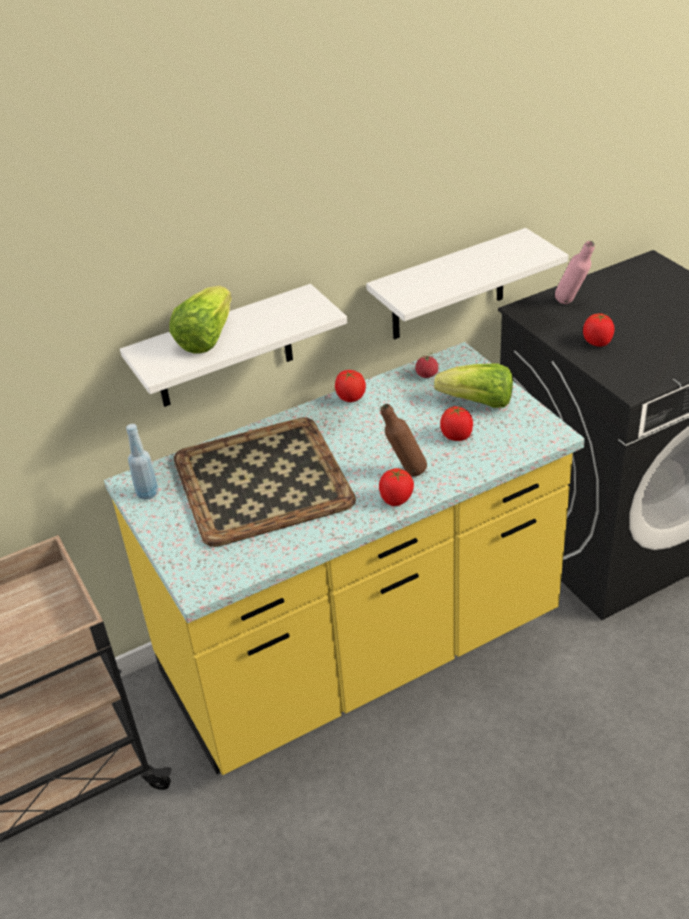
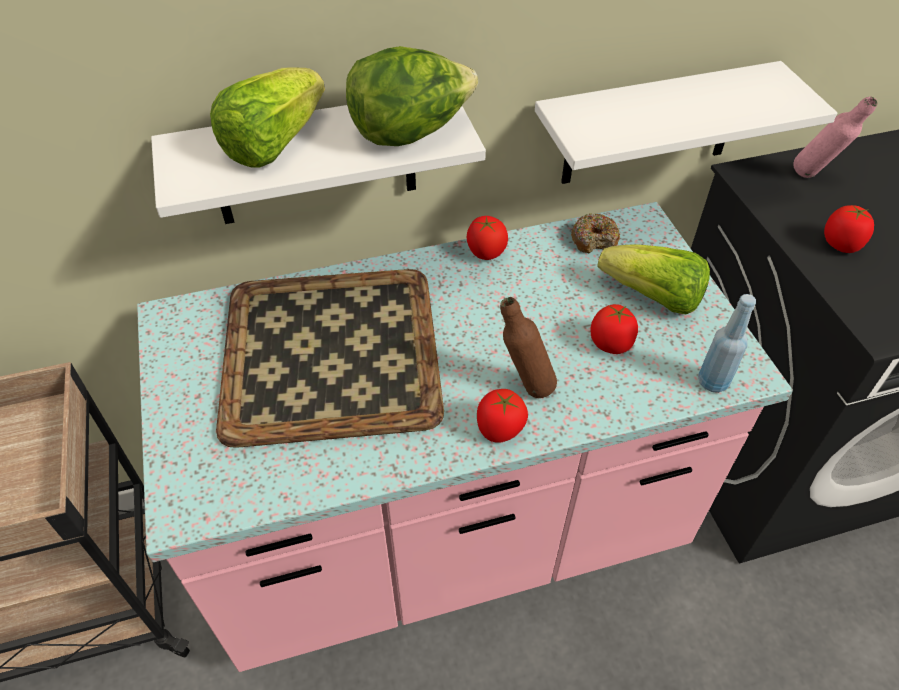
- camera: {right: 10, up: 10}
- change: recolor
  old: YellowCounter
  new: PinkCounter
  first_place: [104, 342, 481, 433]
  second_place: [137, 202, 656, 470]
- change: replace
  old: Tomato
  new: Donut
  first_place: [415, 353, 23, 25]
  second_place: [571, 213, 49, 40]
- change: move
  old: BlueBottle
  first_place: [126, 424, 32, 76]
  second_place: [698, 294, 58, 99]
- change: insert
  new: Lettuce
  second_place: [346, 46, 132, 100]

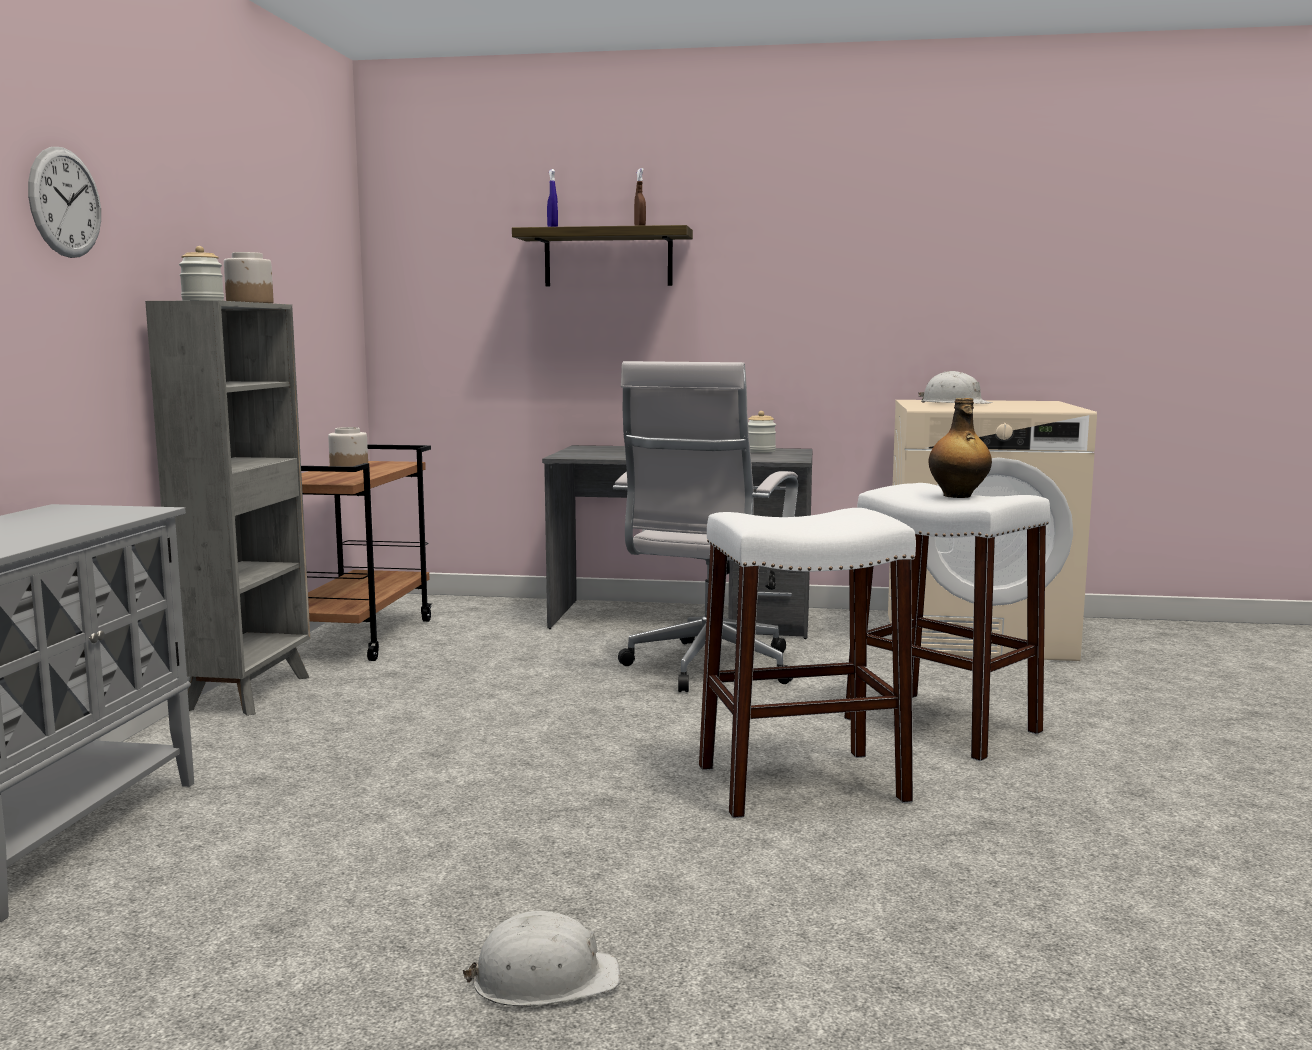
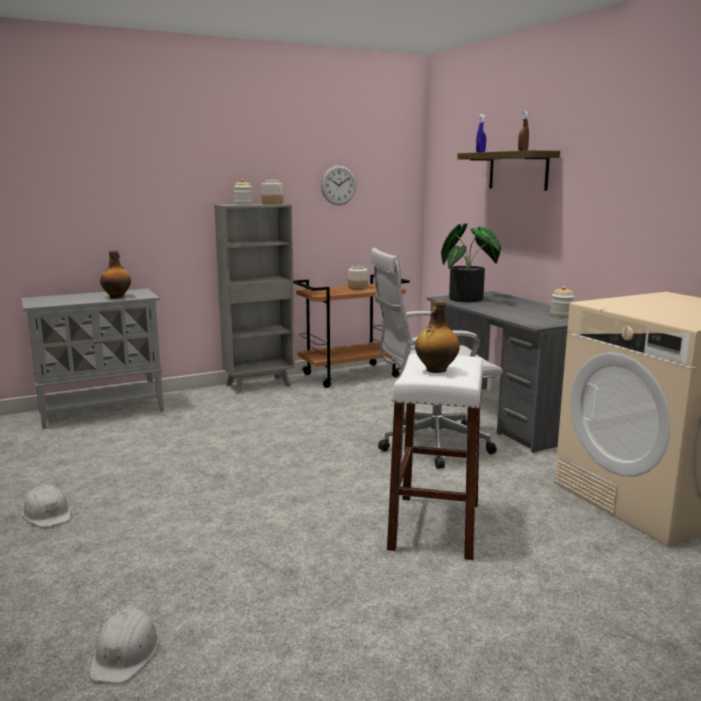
- camera: {right: 55, up: 5}
- change: move
  old: WallClock
  first_place: [28, 147, 73, 111]
  second_place: [321, 165, 35, 40]
- change: move
  old: WhiteHardHat
  first_place: [918, 371, 75, 33]
  second_place: [89, 608, 71, 75]
- change: delete
  old: WhiteStool
  first_place: [699, 508, 217, 310]
- change: insert
  new: PottedPlant
  second_place: [441, 223, 60, 79]
- change: insert
  new: Bottle
  second_place: [100, 250, 31, 49]

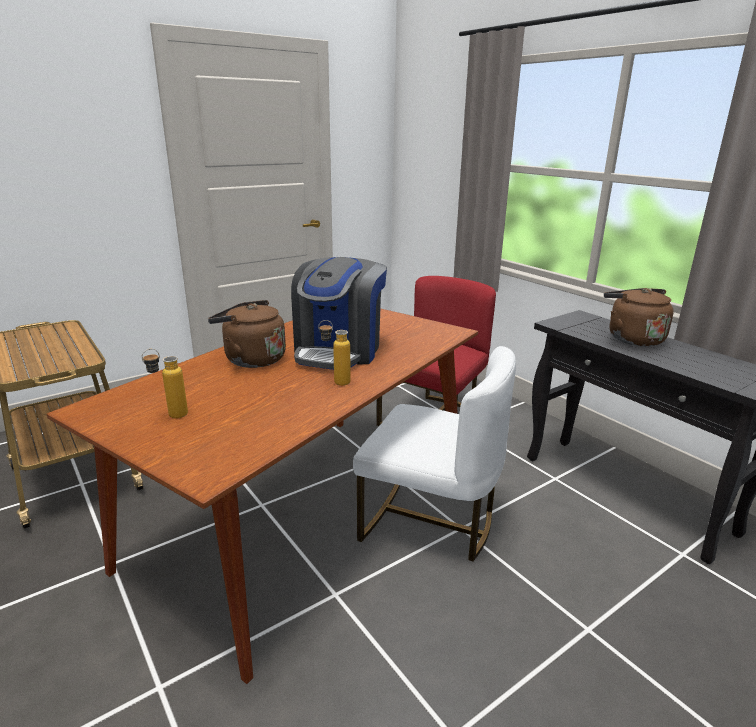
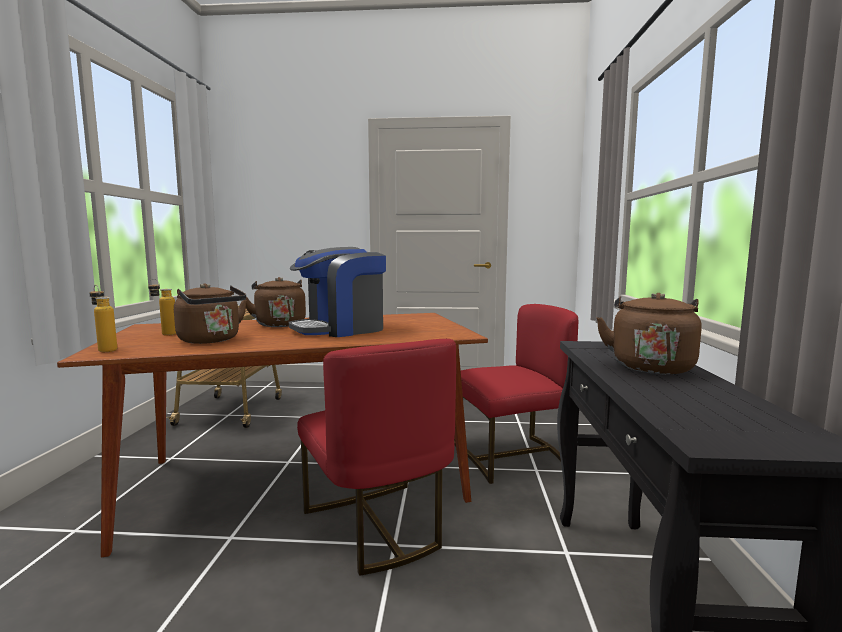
- camera: {right: 40, up: -15}
- change: move
  old: Bottle
  first_place: [318, 320, 33, 66]
  second_place: [89, 285, 28, 67]
- change: recolor
  old: WhiteChair
  new: RedChair
  first_place: [353, 346, 163, 215]
  second_place: [297, 339, 159, 237]
- change: insert
  new: BrownKettle
  second_place: [174, 283, 73, 61]

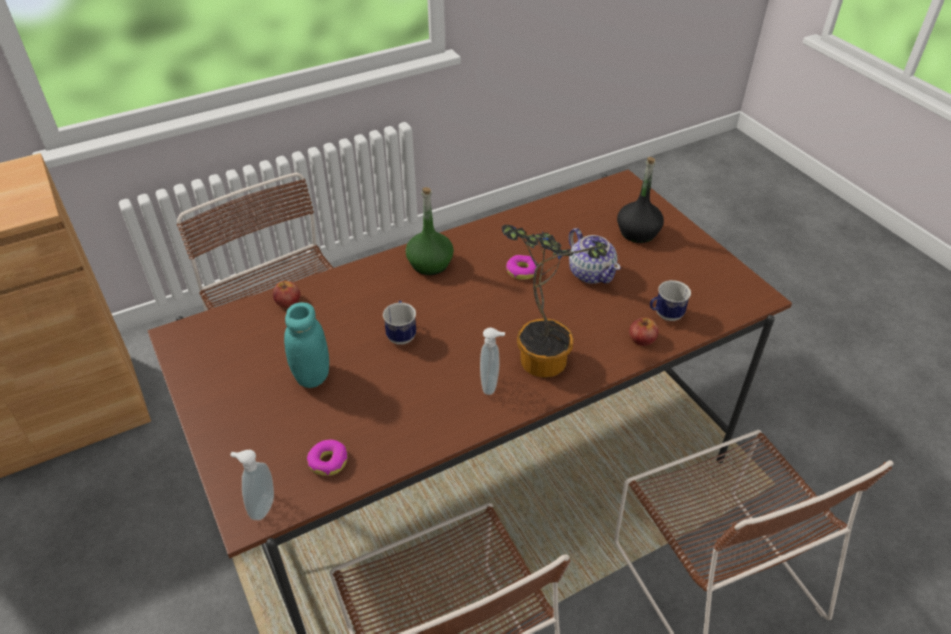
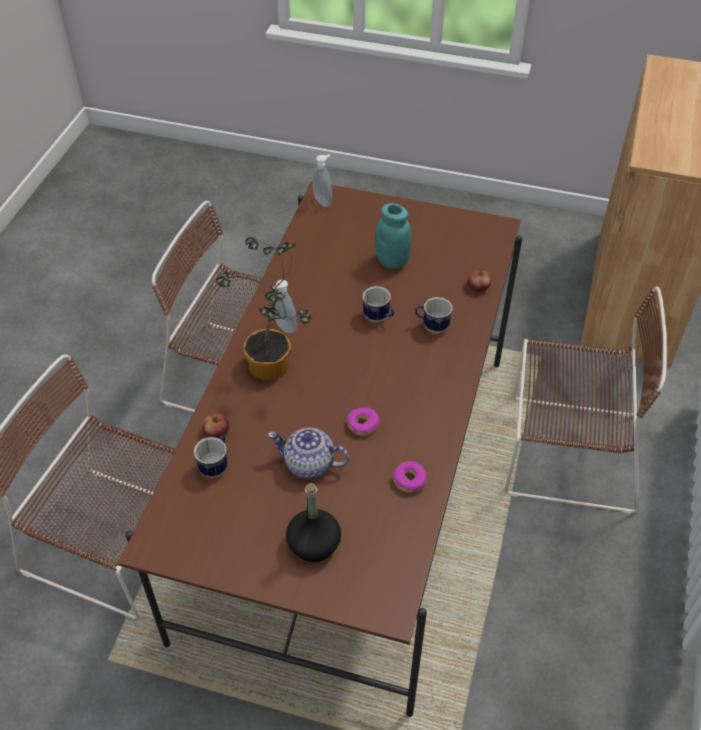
- camera: {right: 135, up: 5}
- change: delete
  old: GreenBottle
  first_place: [406, 187, 48, 88]
- change: move
  old: Donut
  first_place: [307, 439, 40, 37]
  second_place: [393, 461, 34, 32]
- change: insert
  new: Mug
  second_place: [415, 297, 37, 36]

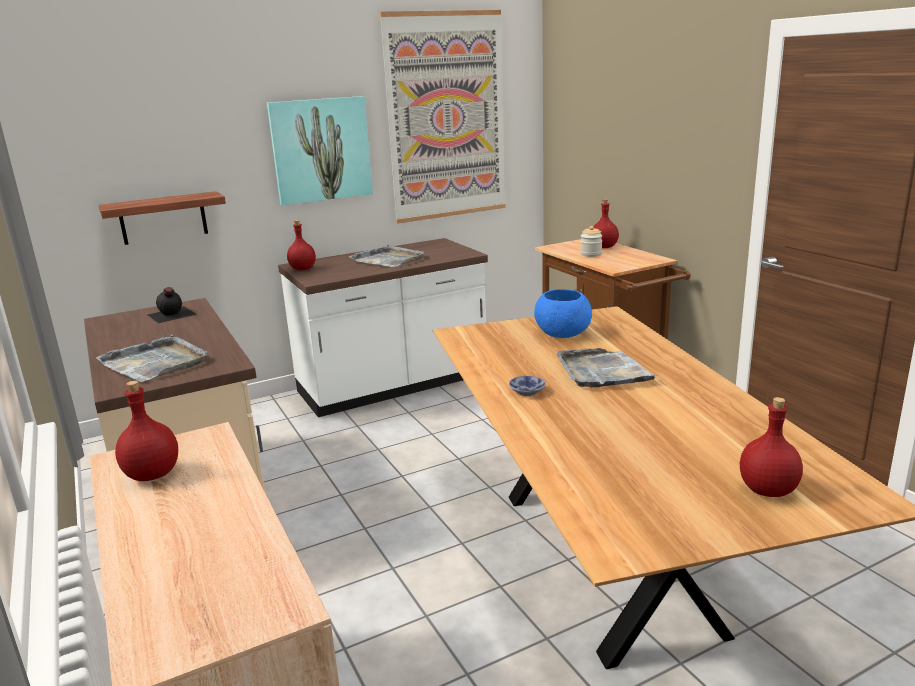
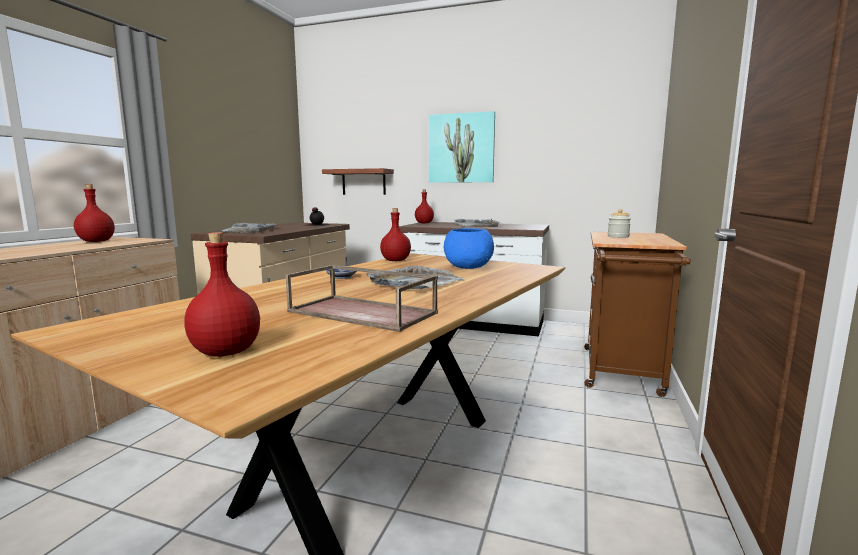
- camera: {right: 45, up: -10}
- change: delete
  old: Picture
  first_place: [380, 10, 126, 214]
- change: move
  old: RedBottle
  first_place: [593, 199, 26, 49]
  second_place: [380, 208, 31, 53]
- change: insert
  new: BrownTray
  second_place: [286, 265, 152, 67]

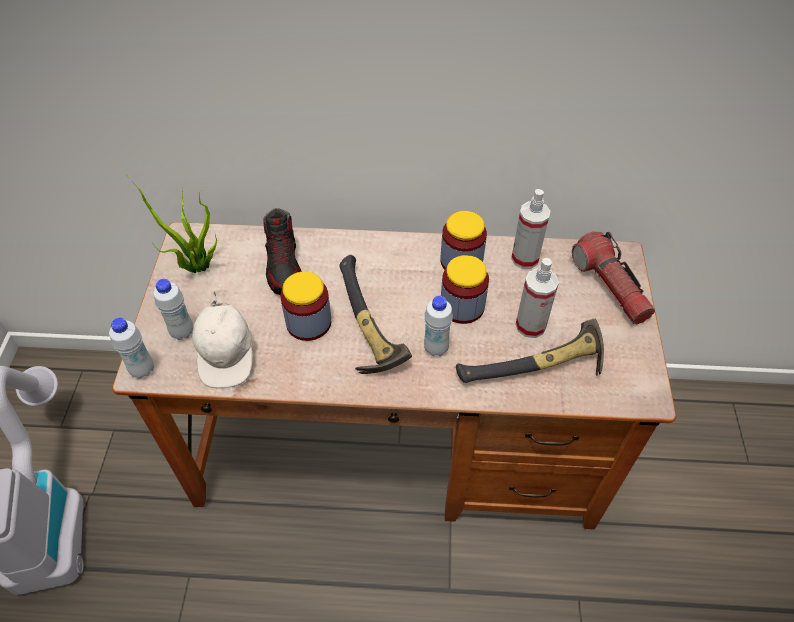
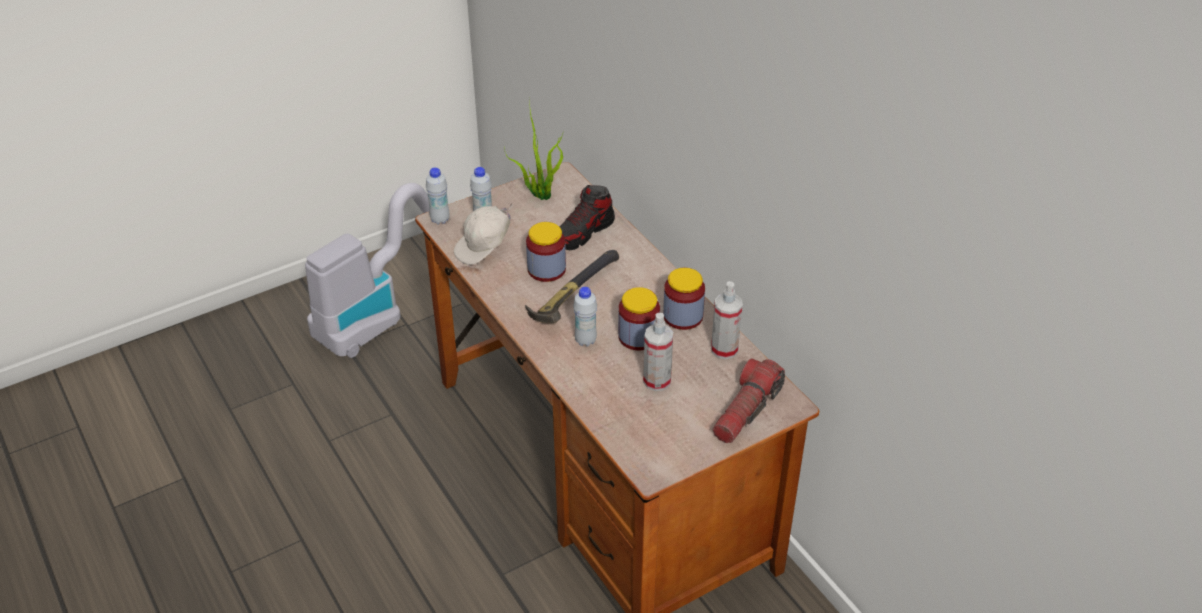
- camera: {right: 55, up: -10}
- change: delete
  old: Hammer
  first_place: [456, 319, 148, 64]

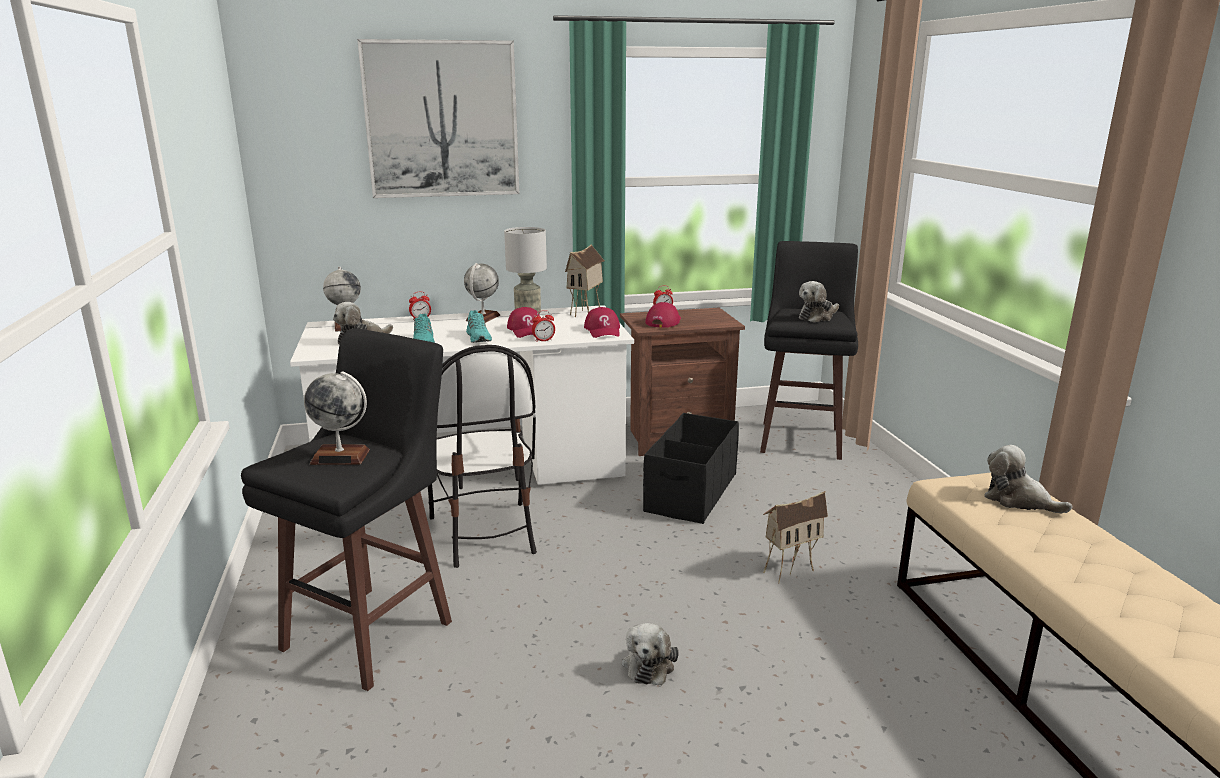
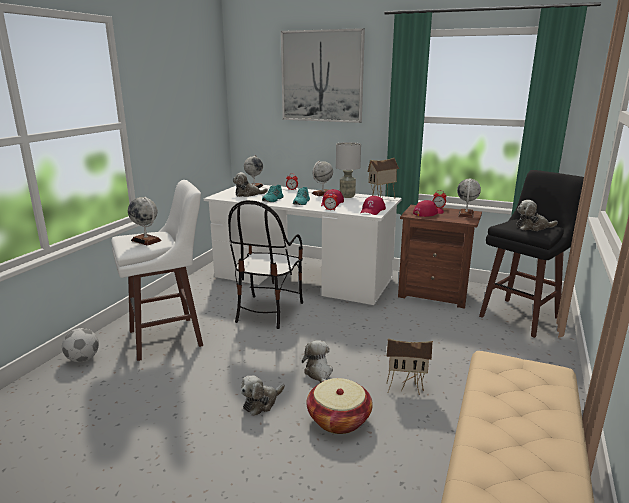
- camera: {right: 35, up: 0}
- change: recolor
  old: BlackStool
  new: WhiteStool
  first_place: [241, 328, 211, 363]
  second_place: [111, 180, 92, 181]
- change: delete
  old: BlackStorageBox
  first_place: [643, 413, 96, 111]
- change: move
  old: PlushToy
  first_place: [984, 445, 88, 68]
  second_place: [302, 340, 31, 43]
- change: insert
  new: Globe
  second_place: [457, 178, 24, 40]
- change: insert
  new: Football
  second_place: [62, 328, 37, 34]
- change: insert
  new: Basket
  second_place: [306, 378, 67, 56]

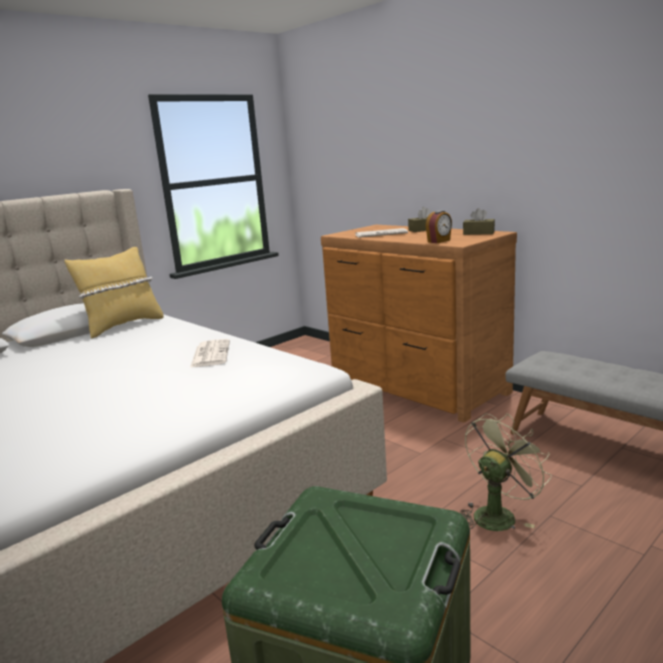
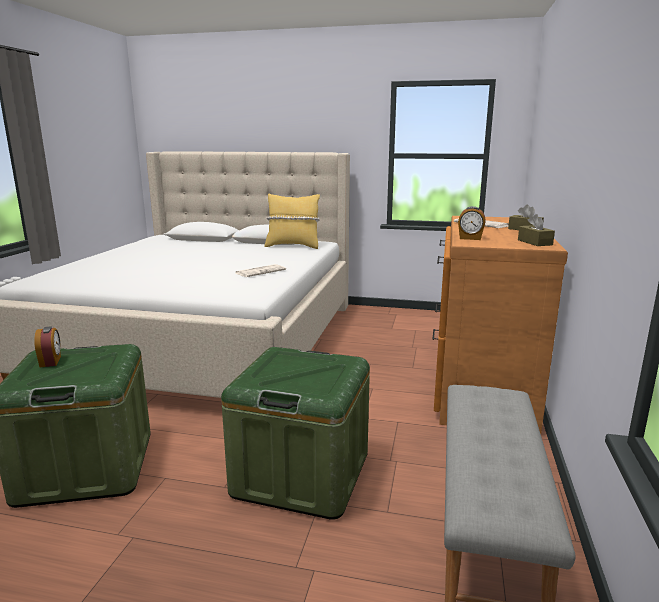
- camera: {right: 55, up: 0}
- change: replace
  old: GreenFan
  new: GreenStorageBox
  first_place: [460, 413, 92, 118]
  second_place: [221, 347, 149, 173]
- change: insert
  new: AlarmClock
  second_place: [34, 326, 27, 41]

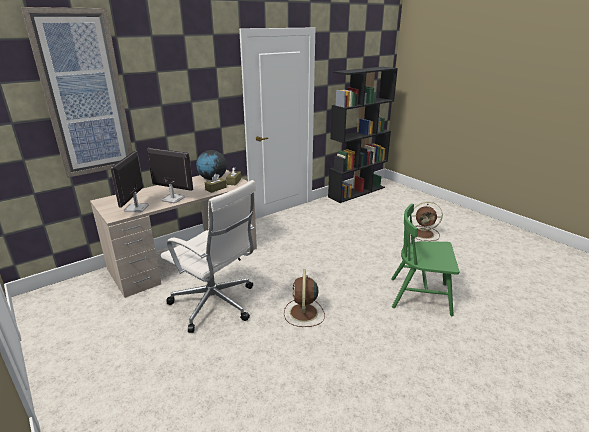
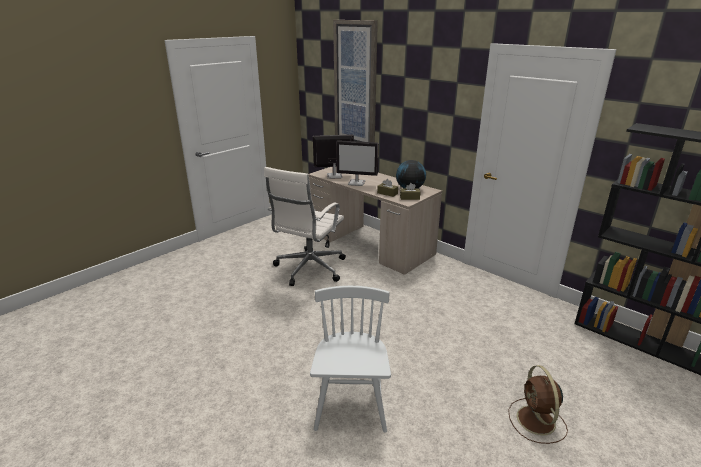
- camera: {right: 80, up: 0}
- change: rotate
  old: Monitor
  first_place: [147, 148, 46, 55]
  second_place: [336, 140, 43, 46]
  degrees: 90
- change: recolor
  old: GreenChair
  new: WhiteChair
  first_place: [391, 204, 68, 112]
  second_place: [310, 286, 81, 146]
- change: delete
  old: BrownFan
  first_place: [284, 269, 41, 58]

